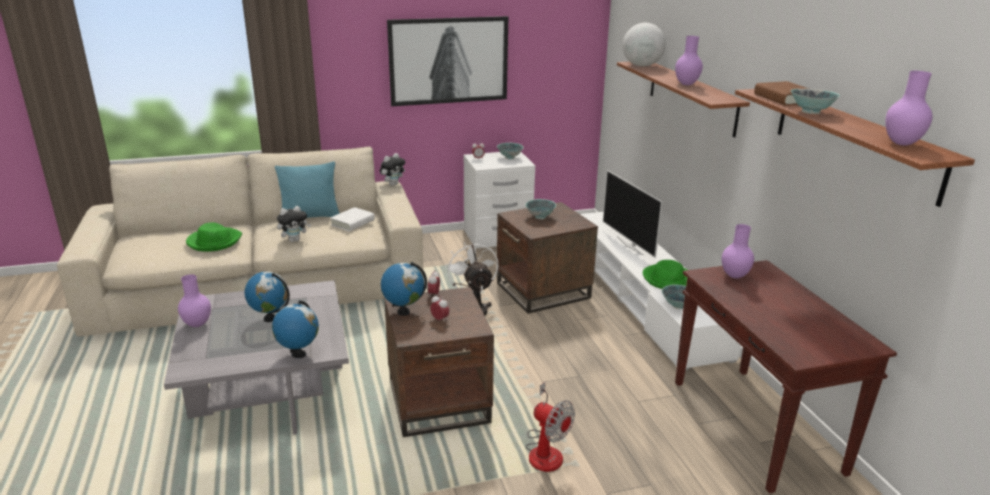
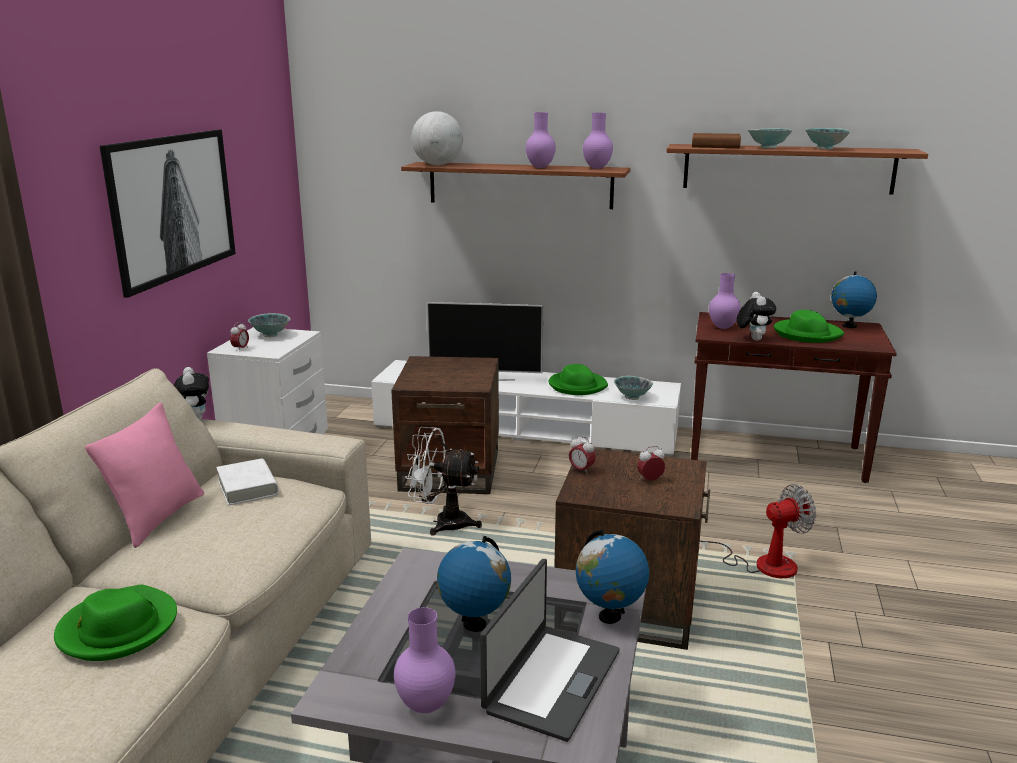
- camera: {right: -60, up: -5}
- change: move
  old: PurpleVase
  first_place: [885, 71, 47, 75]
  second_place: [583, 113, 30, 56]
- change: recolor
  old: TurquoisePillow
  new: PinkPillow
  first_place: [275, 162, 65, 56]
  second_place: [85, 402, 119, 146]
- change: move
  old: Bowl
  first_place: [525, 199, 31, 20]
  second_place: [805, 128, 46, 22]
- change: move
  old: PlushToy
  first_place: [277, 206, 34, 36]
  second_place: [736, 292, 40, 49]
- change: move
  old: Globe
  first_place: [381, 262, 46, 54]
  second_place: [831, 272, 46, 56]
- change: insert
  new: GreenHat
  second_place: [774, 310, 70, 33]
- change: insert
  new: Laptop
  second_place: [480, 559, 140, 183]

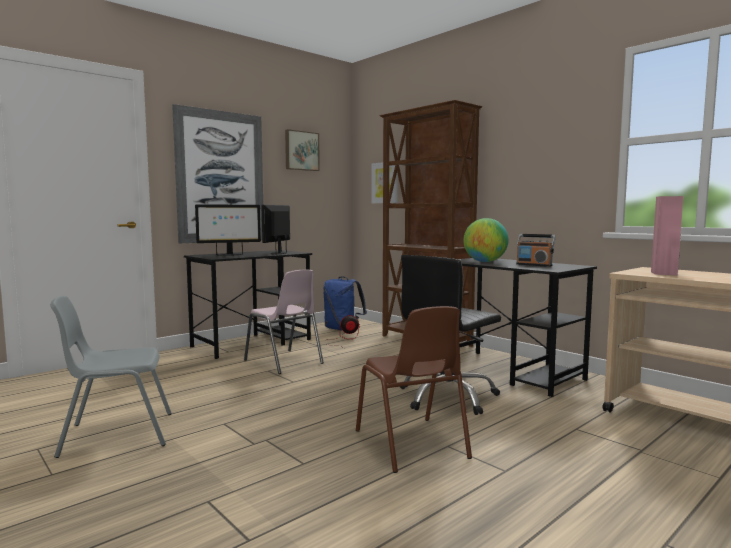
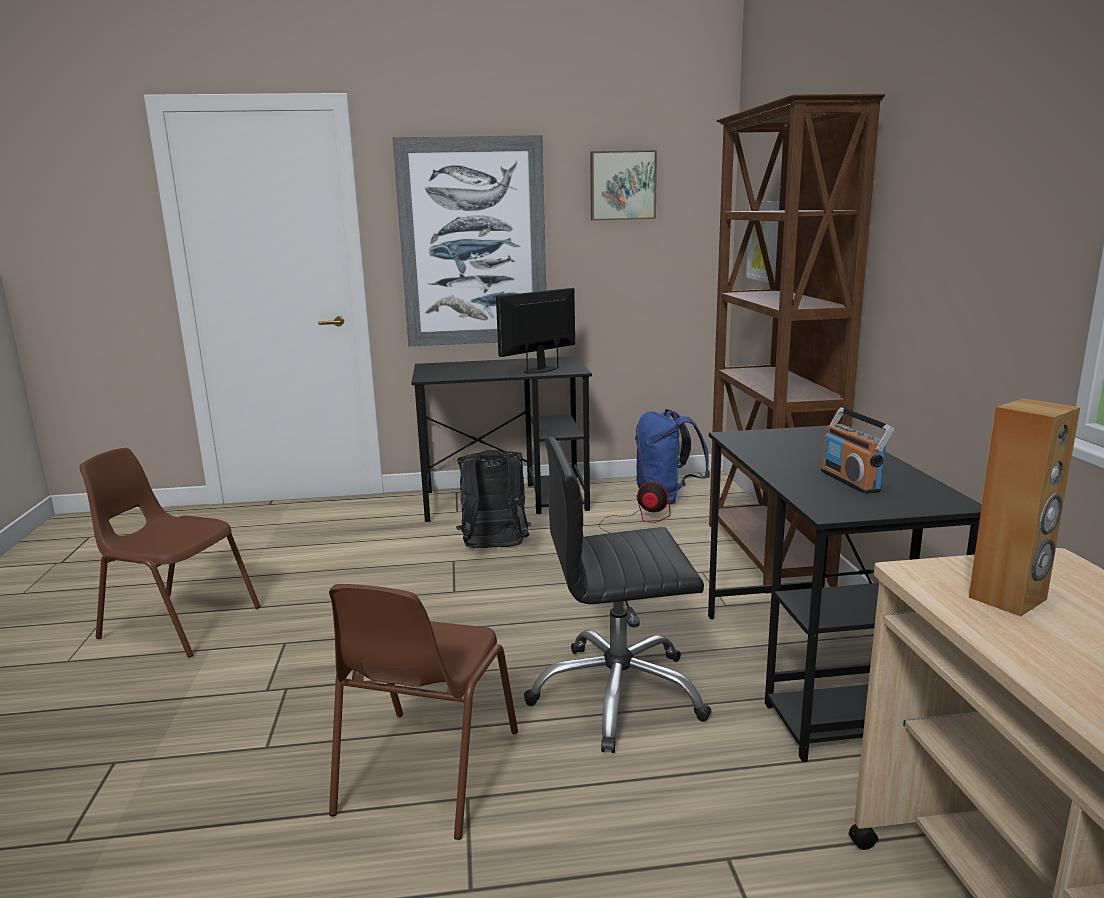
- camera: {right: 35, up: 10}
- change: recolor
  old: PinkSpeaker
  new: BrownSpeaker
  first_place: [651, 196, 32, 79]
  second_place: [969, 398, 111, 219]
- change: delete
  old: Monitor
  first_place: [195, 204, 66, 52]
- change: delete
  old: Globe
  first_place: [463, 218, 45, 44]
- change: replace
  old: PinkChair
  new: BlackBackpack
  first_place: [244, 269, 80, 105]
  second_place: [456, 450, 75, 98]
- change: recolor
  old: GreyChair
  new: BrownChair
  first_place: [50, 296, 122, 162]
  second_place: [79, 448, 181, 210]

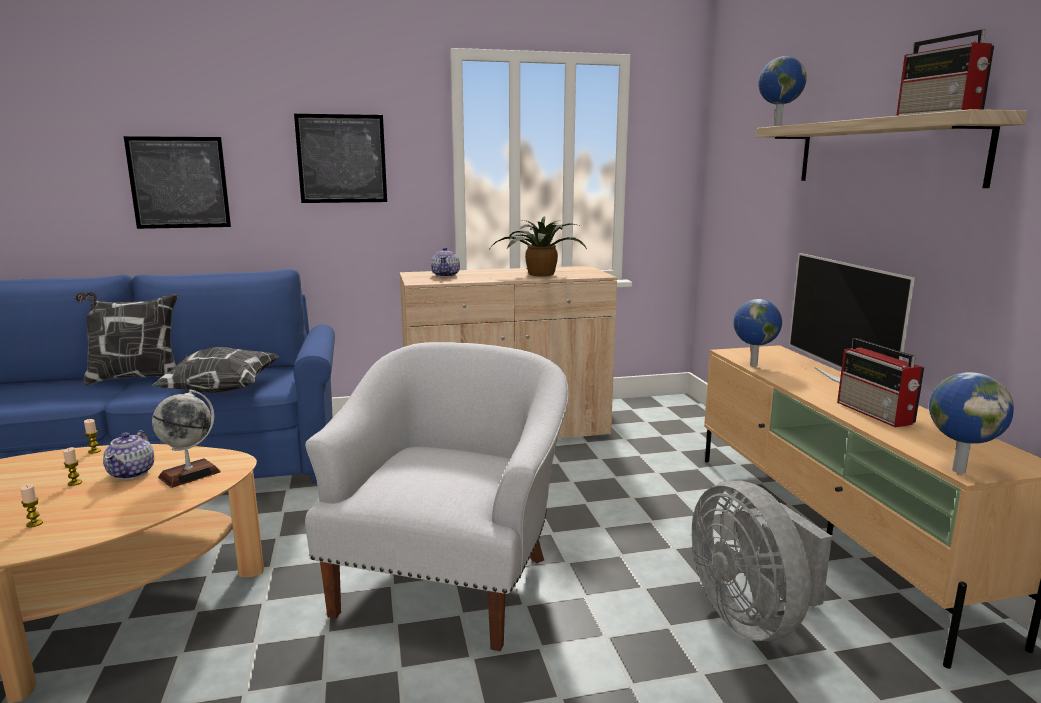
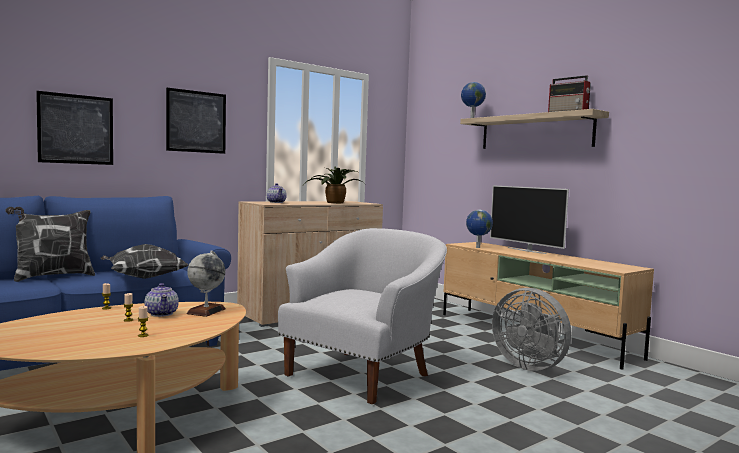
- camera: {right: -25, up: -10}
- change: delete
  old: Radio
  first_place: [837, 338, 87, 89]
- change: rotate
  old: WhiteArmchair
  first_place: [305, 342, 264, 309]
  second_place: [278, 228, 169, 177]
  degrees: 45
- change: delete
  old: Globe
  first_place: [929, 372, 85, 102]

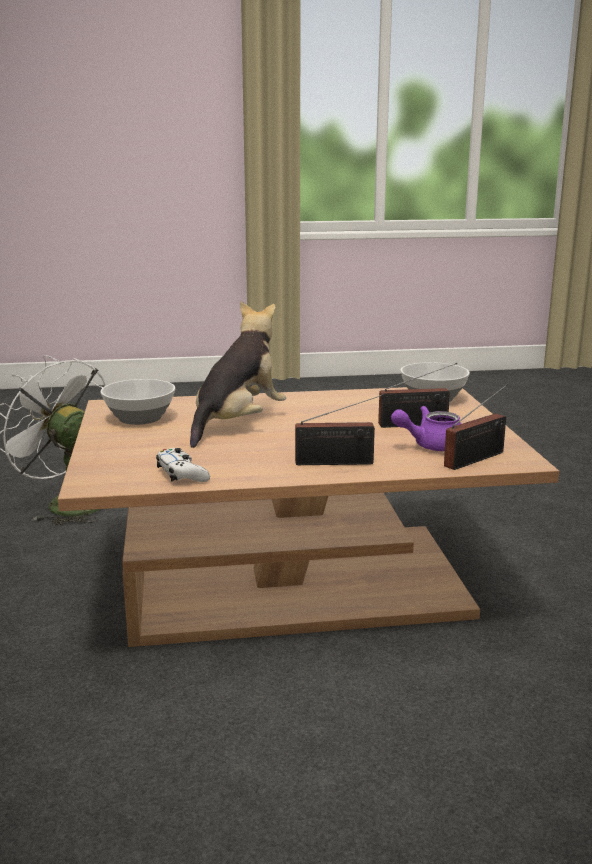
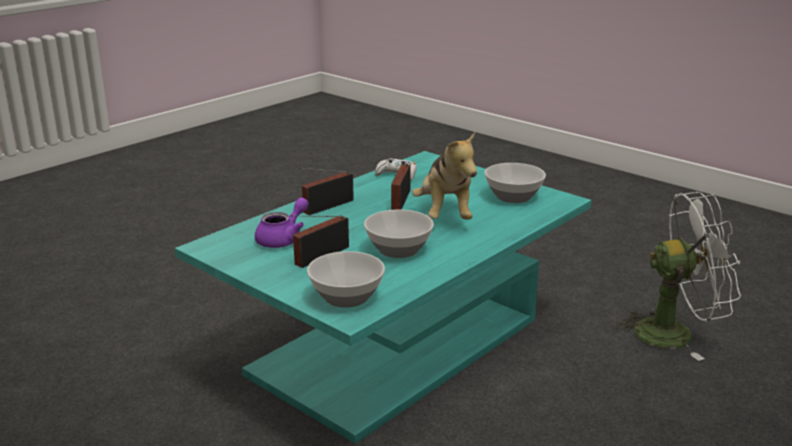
- camera: {right: 140, up: 5}
- change: move
  old: Radio
  first_place: [444, 384, 64, 86]
  second_place: [391, 164, 20, 46]
- change: recolor
  old: BrownCoffeeTable
  new: TurquoiseCoffeeTable
  first_place: [58, 387, 501, 260]
  second_place: [175, 151, 417, 293]
- change: insert
  new: Bowl
  second_place: [364, 209, 70, 49]

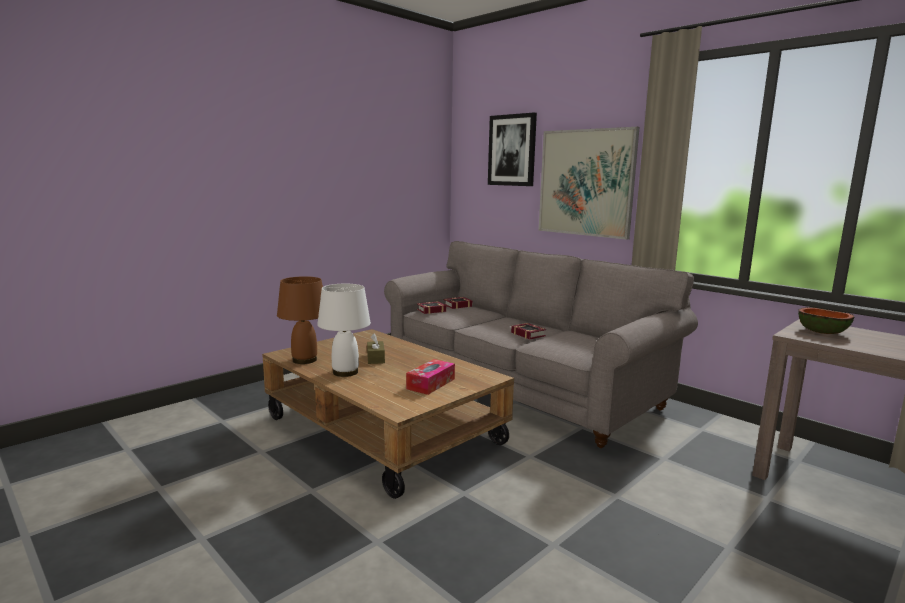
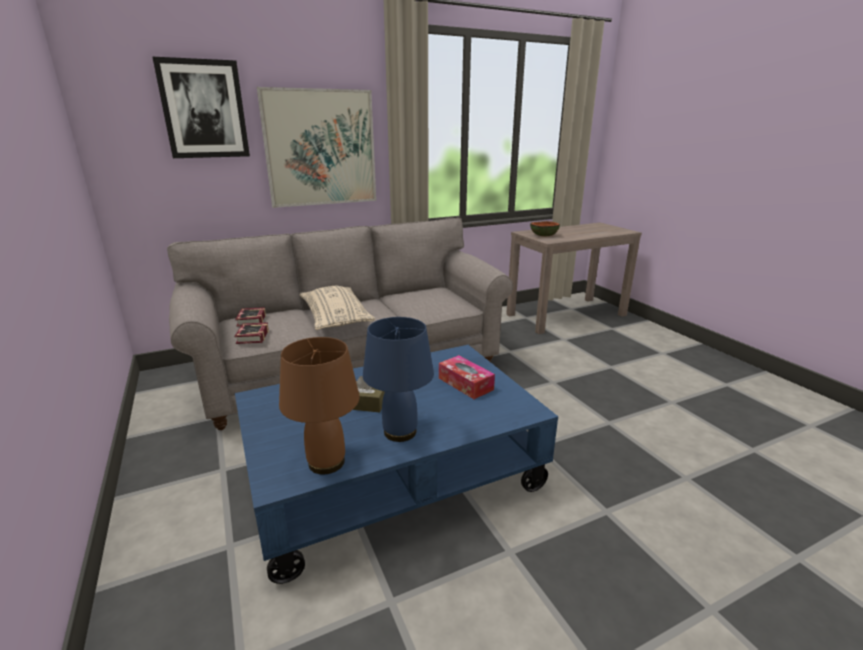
- camera: {right: -70, up: 10}
- change: recolor
  old: WhiteTableLamp
  new: BlueTableLamp
  first_place: [317, 284, 54, 93]
  second_place: [363, 317, 71, 125]
- change: delete
  old: Book
  first_place: [511, 323, 35, 16]
- change: recolor
  old: BrownCoffeeTable
  new: BlueCoffeeTable
  first_place: [262, 329, 252, 170]
  second_place: [235, 345, 323, 239]
- change: insert
  new: BeigePillow
  second_place: [300, 286, 75, 44]

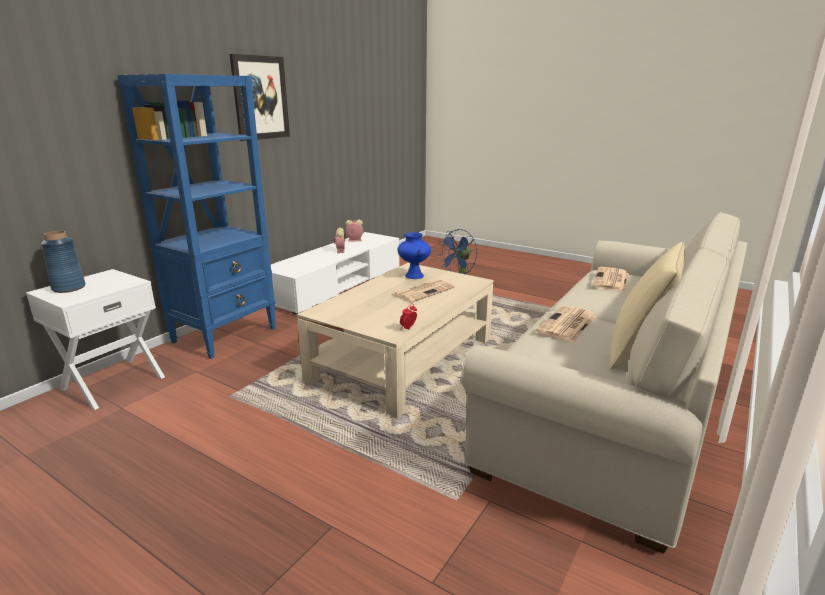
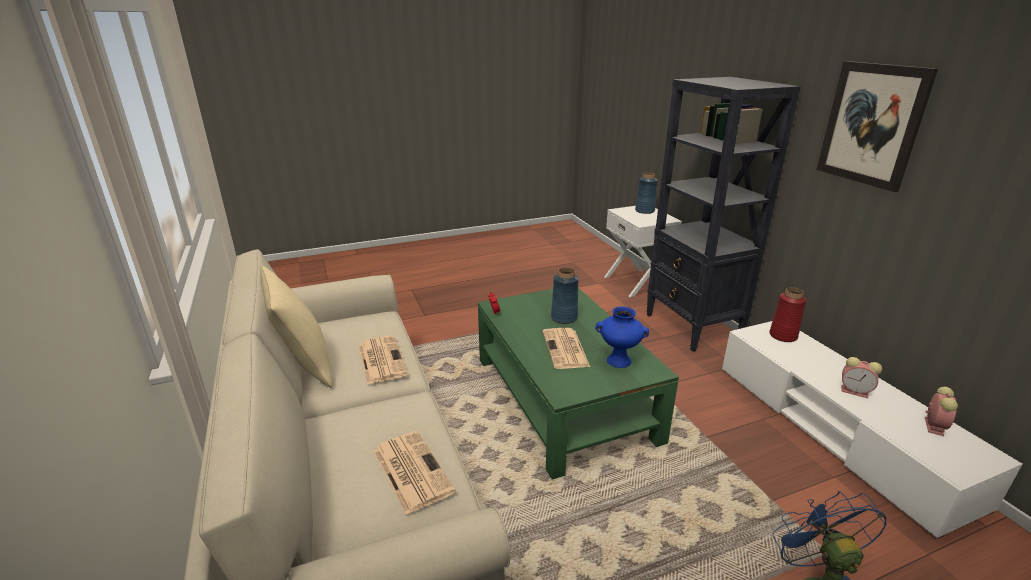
- camera: {right: 125, up: 5}
- change: recolor
  old: BlueBookcase
  new: BlackBookcase
  first_place: [118, 74, 158, 285]
  second_place: [646, 77, 155, 275]
- change: recolor
  old: BeigeCoffeeTable
  new: GreenCoffeeTable
  first_place: [297, 263, 196, 156]
  second_place: [478, 288, 201, 192]
- change: insert
  new: BlueVase
  second_place: [551, 267, 28, 57]
- change: insert
  new: RedVase
  second_place: [770, 287, 36, 55]

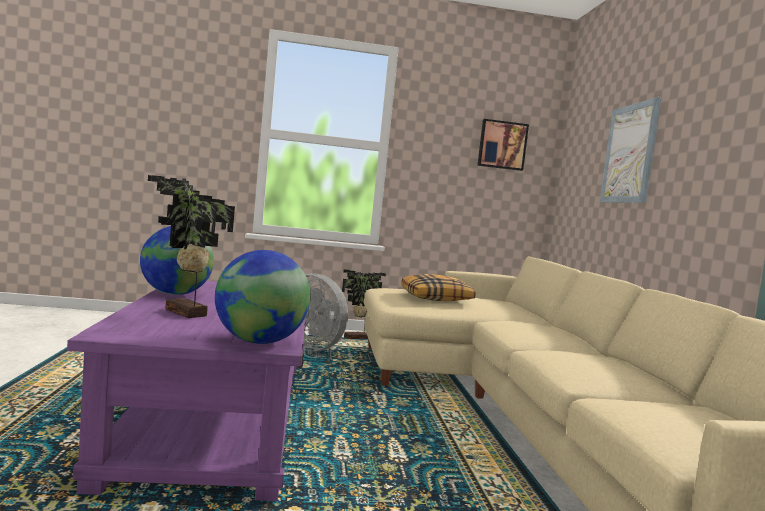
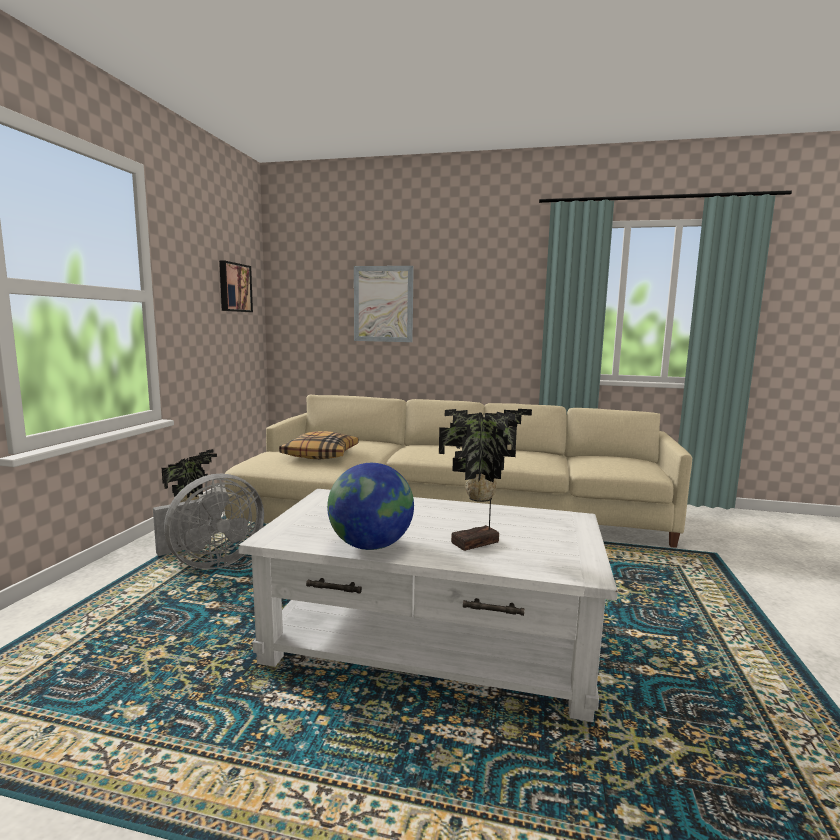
- camera: {right: -70, up: 5}
- change: delete
  old: Globe
  first_place: [215, 250, 96, 94]
- change: recolor
  old: PurpleCoffeeTable
  new: WhiteCoffeeTable
  first_place: [67, 281, 239, 220]
  second_place: [238, 489, 380, 233]

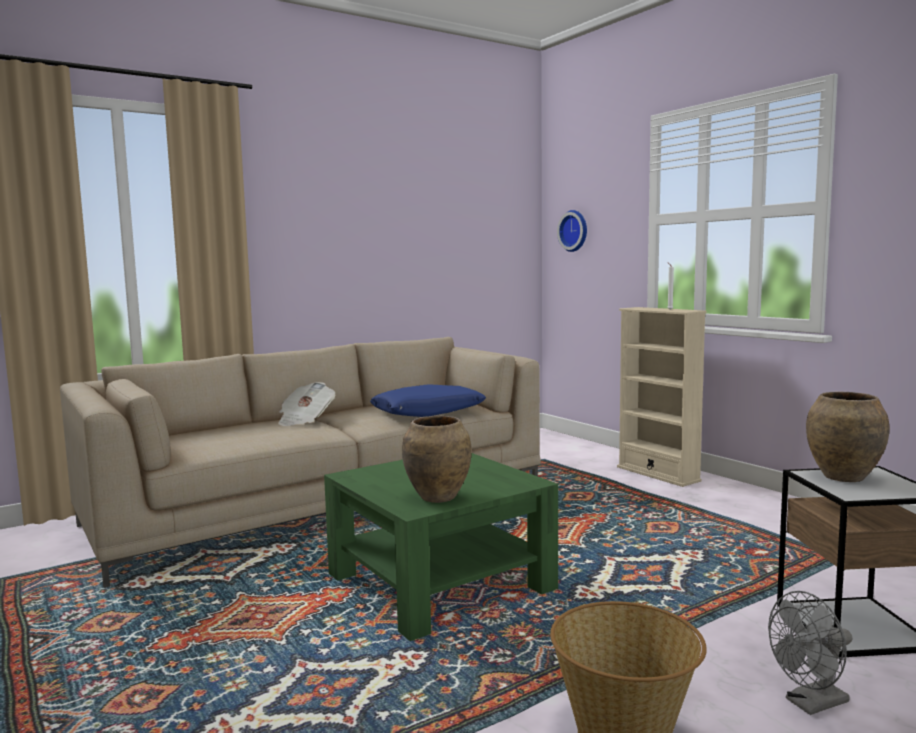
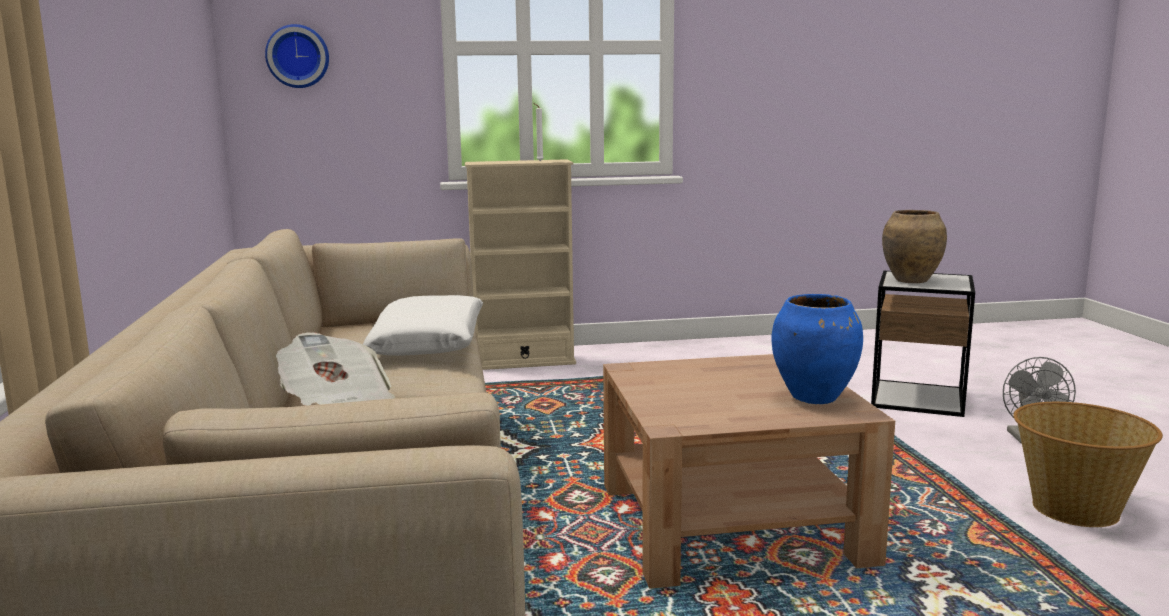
- camera: {right: -65, up: 5}
- change: recolor
  old: BluePillow
  new: WhitePillow
  first_place: [370, 384, 116, 33]
  second_place: [363, 295, 120, 61]
- change: recolor
  old: BrownVase
  new: BlueVase
  first_place: [402, 415, 70, 88]
  second_place: [772, 294, 91, 110]
- change: recolor
  old: GreenCoffeeTable
  new: BrownCoffeeTable
  first_place: [324, 453, 234, 188]
  second_place: [603, 354, 292, 235]

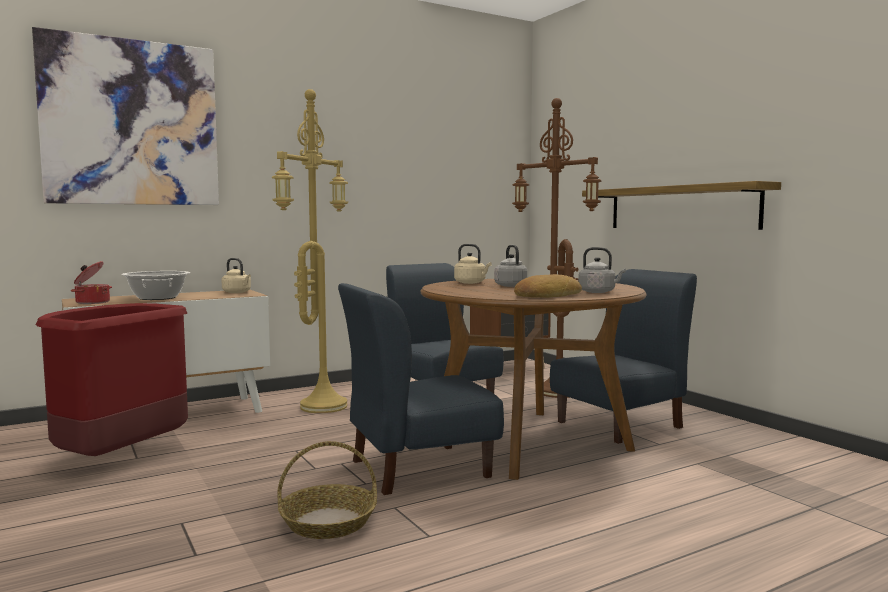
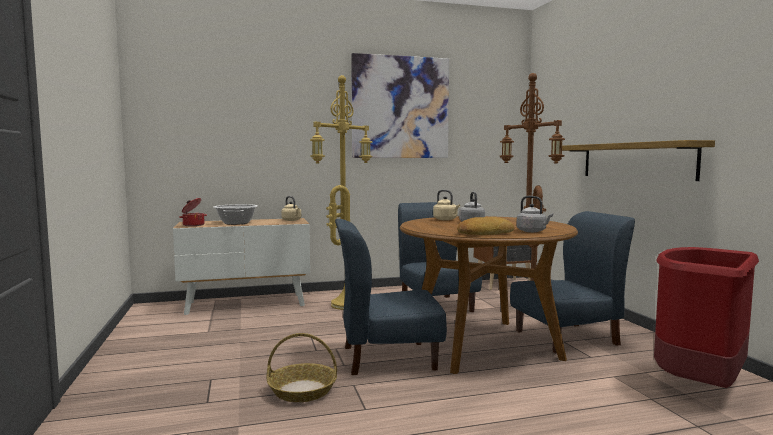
- camera: {right: 15, up: 0}
- change: move
  old: Picture
  first_place: [32, 27, 187, 178]
  second_place: [351, 53, 98, 105]
- change: move
  old: RedTrashCan
  first_place: [36, 303, 152, 153]
  second_place: [654, 247, 105, 141]

